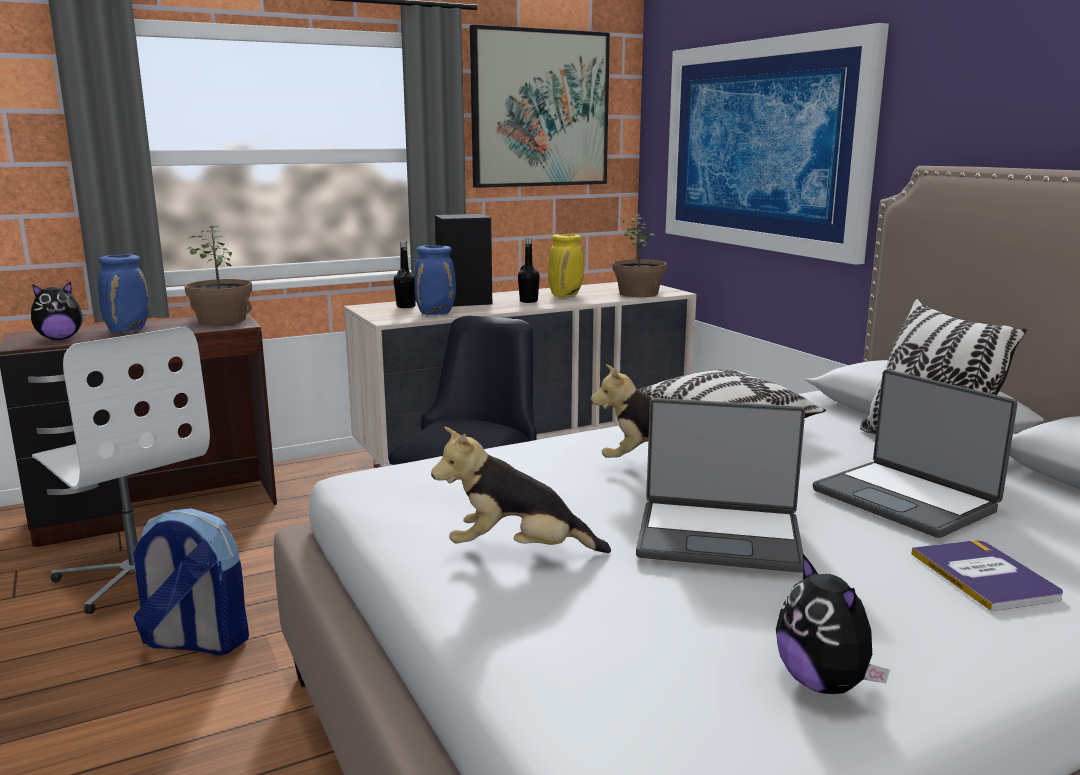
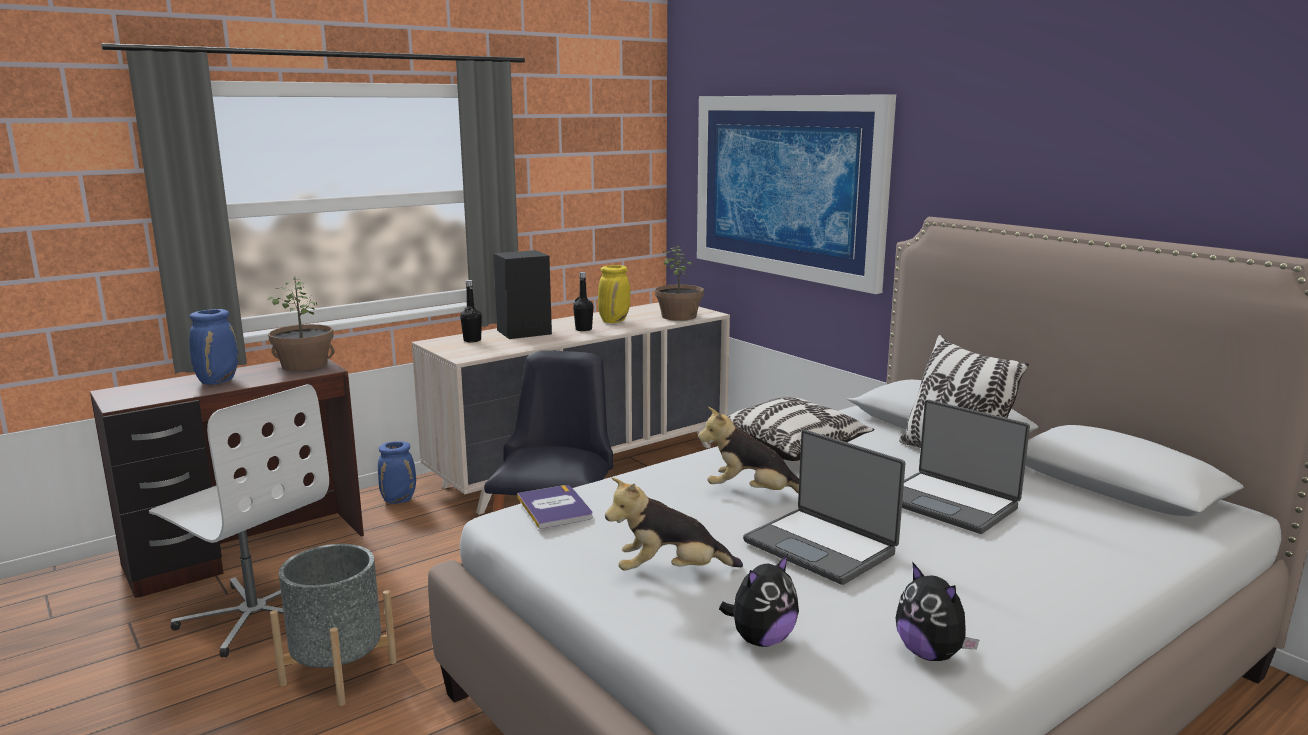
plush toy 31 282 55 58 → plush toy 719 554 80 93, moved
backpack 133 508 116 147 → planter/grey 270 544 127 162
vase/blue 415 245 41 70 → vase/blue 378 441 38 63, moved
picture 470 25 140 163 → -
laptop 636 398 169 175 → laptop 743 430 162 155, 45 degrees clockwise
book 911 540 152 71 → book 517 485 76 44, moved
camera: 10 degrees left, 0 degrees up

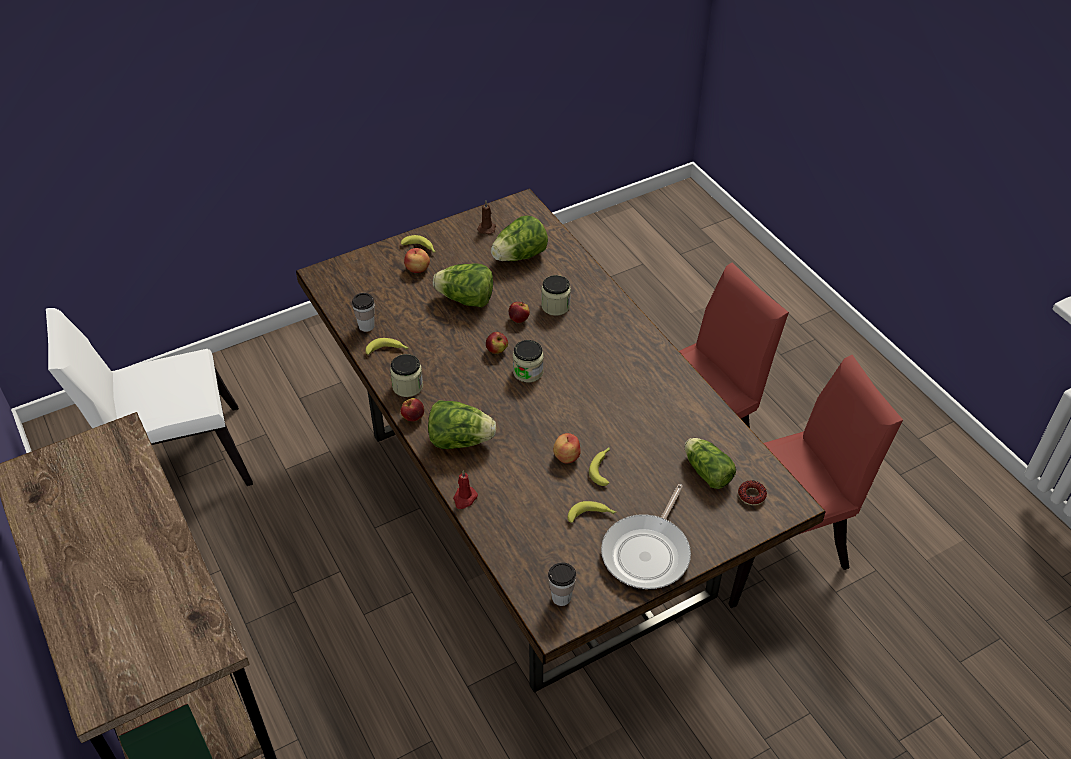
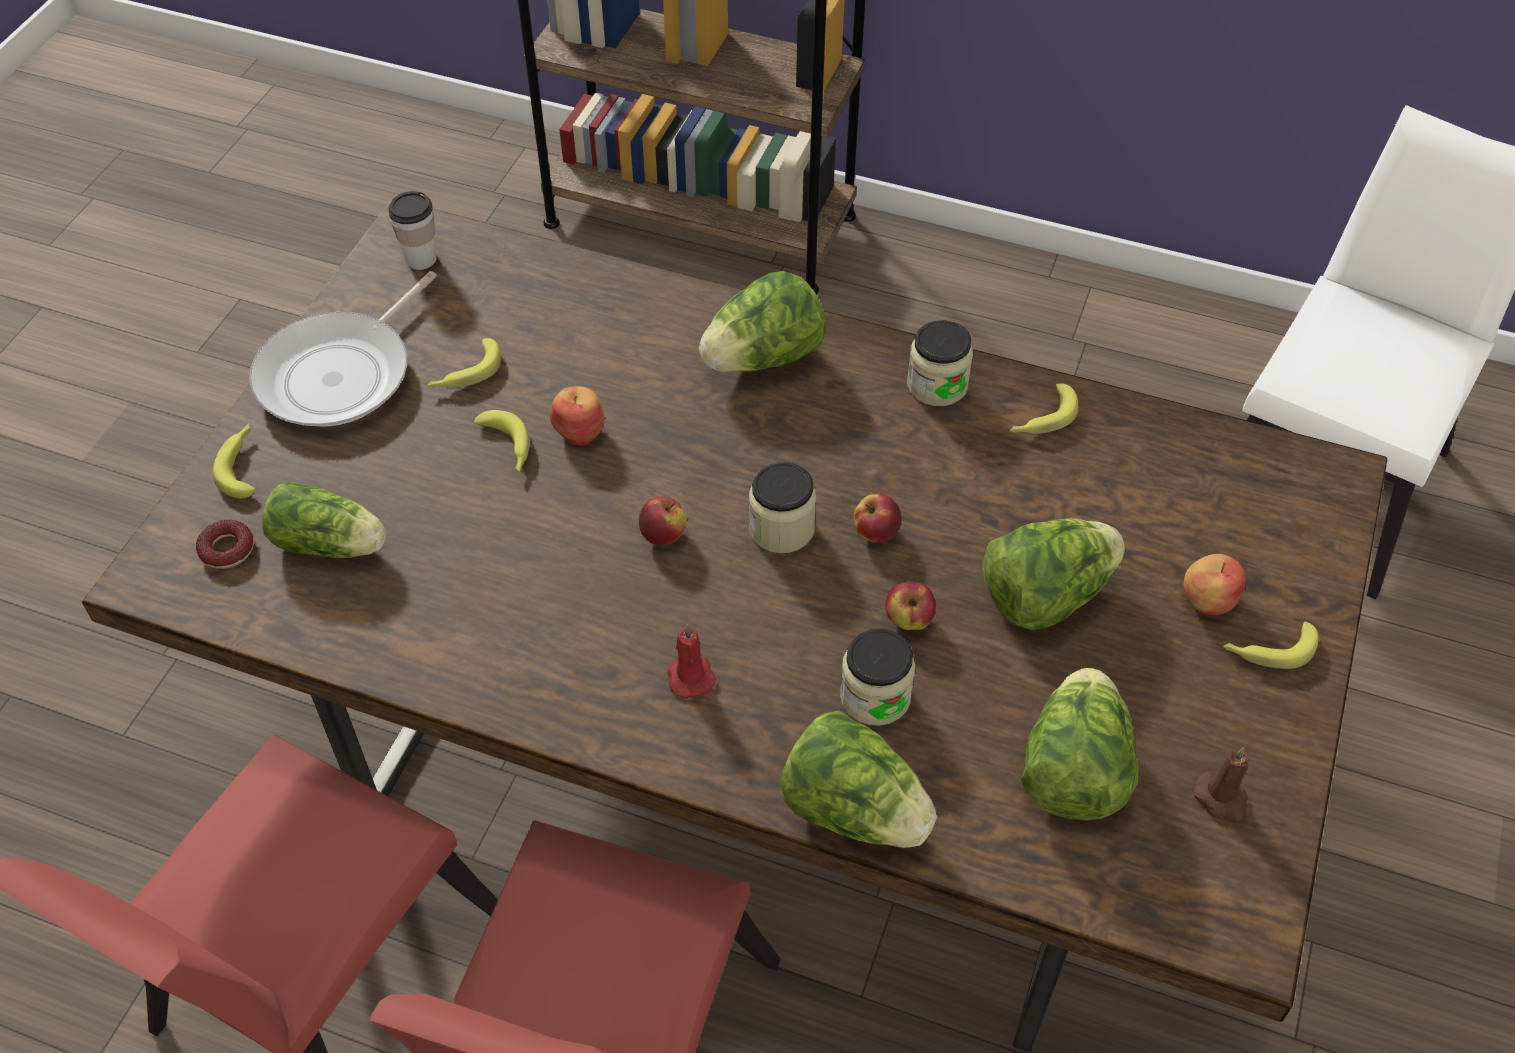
cup 352 293 23 39 → -
apple 400 398 24 23 → apple 639 497 48 48, moved
candle/red 453 470 25 39 → candle/red 667 624 49 74, moved
frying pan 601 484 90 105 → frying pan 250 271 187 156, 135 degrees counterclockwise
- → banana 213 424 42 74
- → lettuce 780 711 157 137
camera: 140 degrees right, 5 degrees up

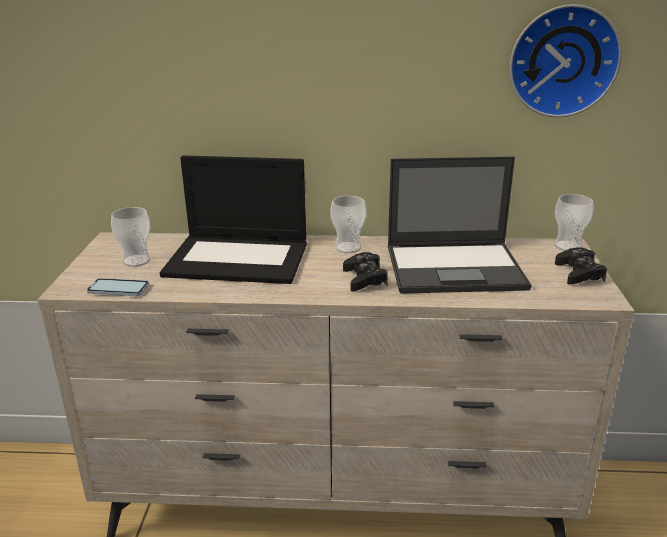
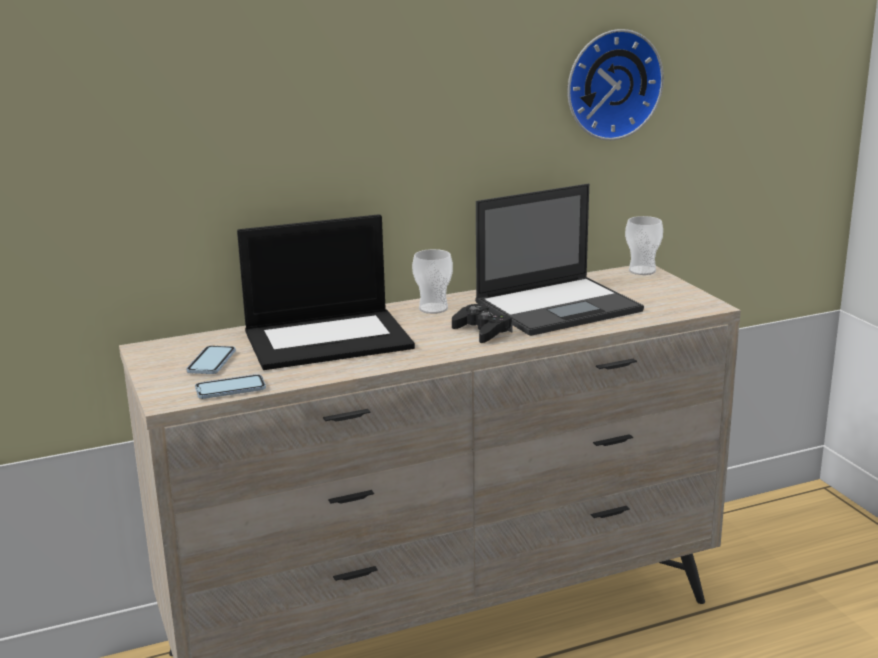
cup 111 207 40 60 → phone 186 346 50 28
game controller/black 555 247 52 37 → -
camera: 25 degrees left, 5 degrees down

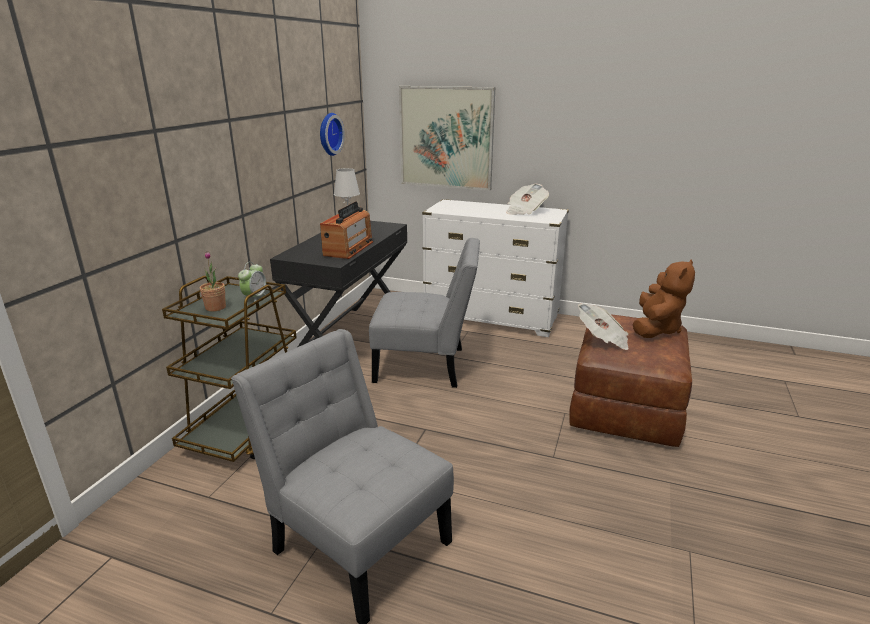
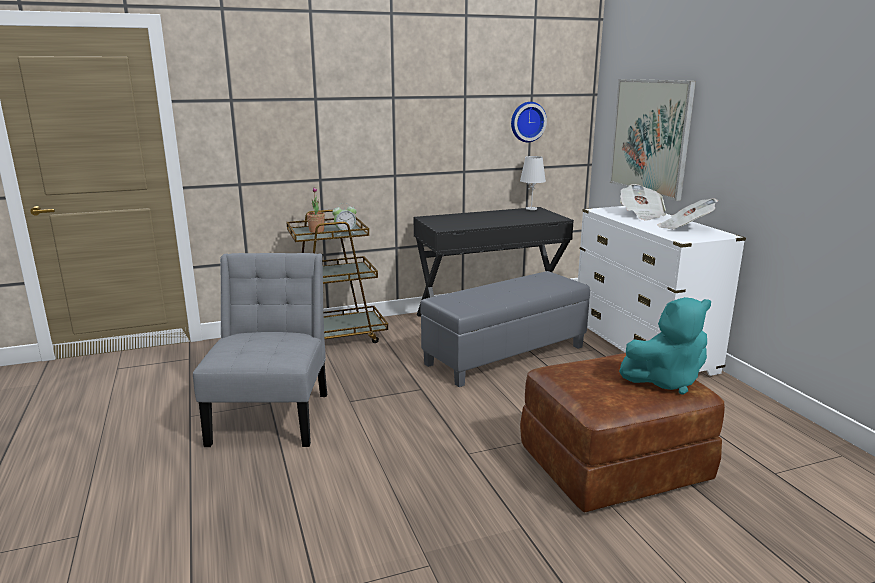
radio 320 201 53 58 → -
chair/grey 369 238 111 150 → ottoman/grey 420 271 170 116
newspaper 578 303 50 47 → newspaper 620 184 46 36, moved
plush toy/brown 633 259 62 79 → plush toy/turquoise 619 297 92 98
camera: 50 degrees right, 5 degrees down

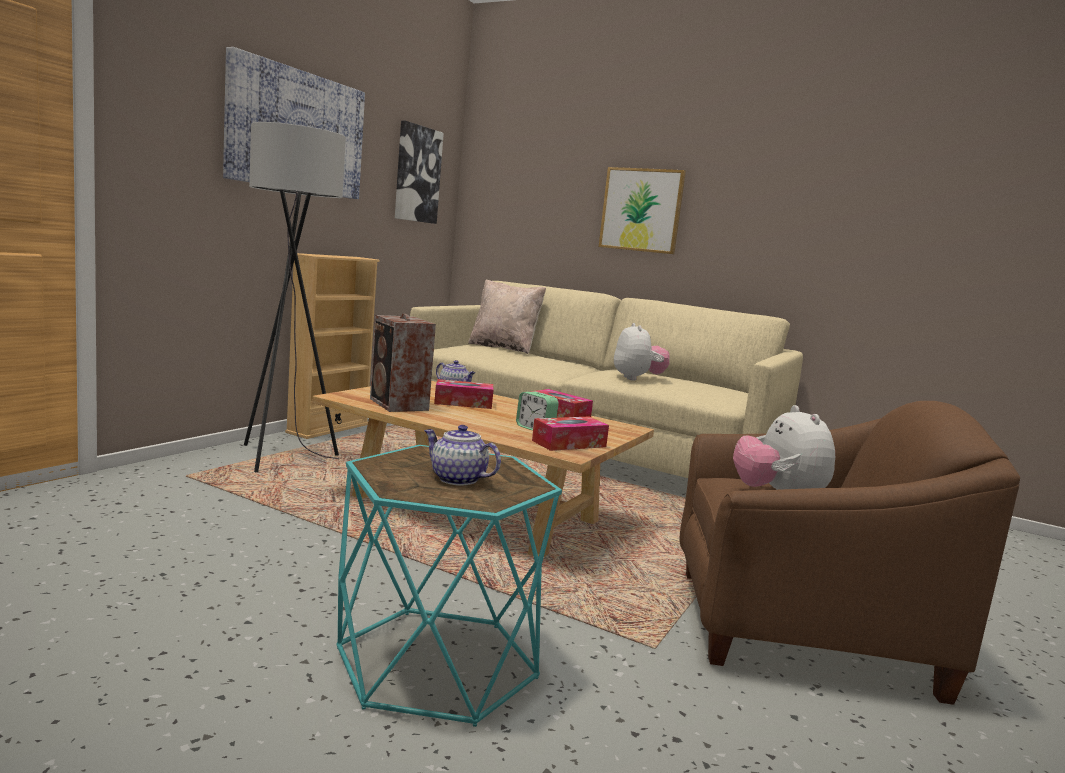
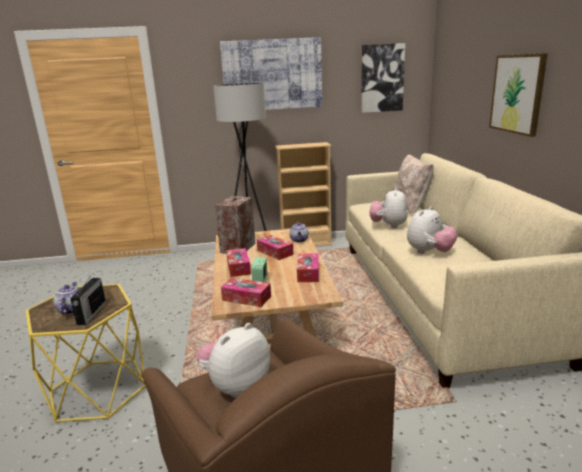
side table/turquoise 337 445 225 282 → side table/yellow 26 284 120 139
- → radio 70 274 36 51
- → tissue box 226 248 25 29
- → plush toy 370 187 38 42
camera: 55 degrees right, 10 degrees up

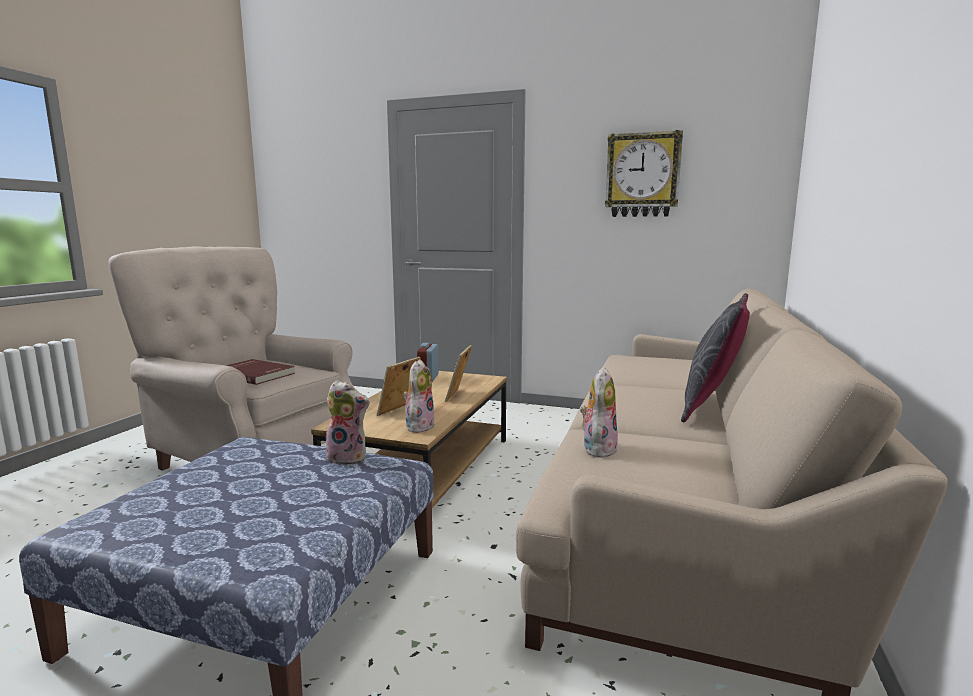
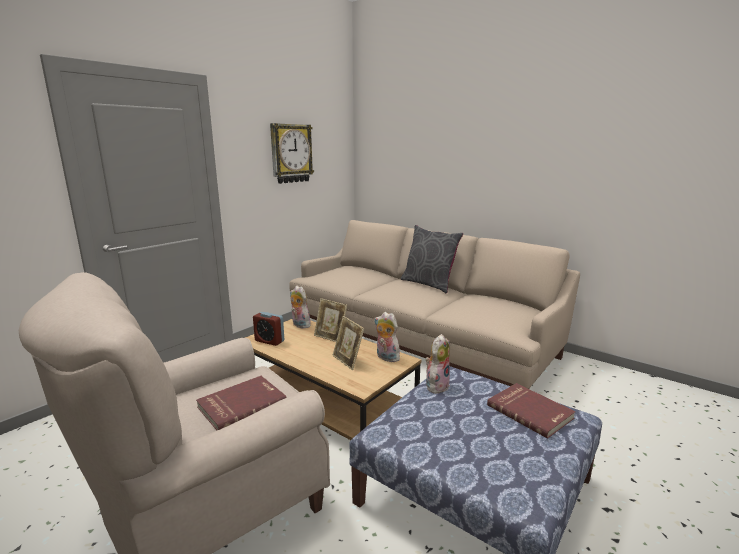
plush toy 580 367 38 91 → plush toy 290 286 21 42, moved
- → book/red 487 383 89 56
camera: 70 degrees left, 5 degrees up

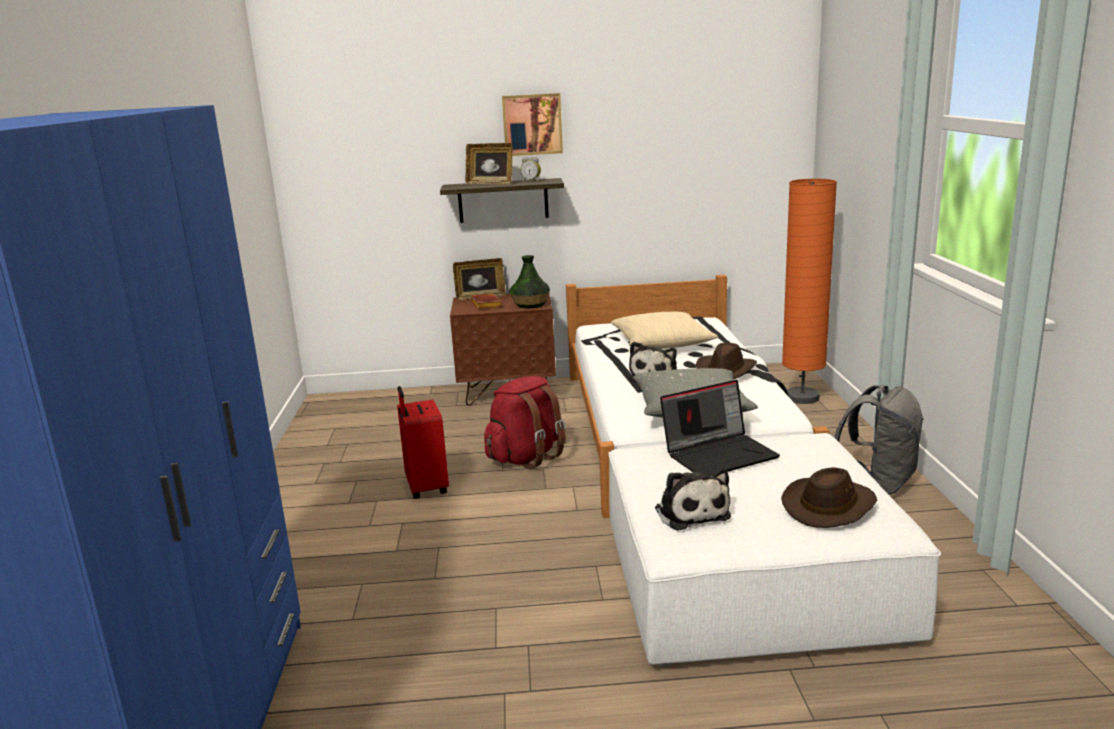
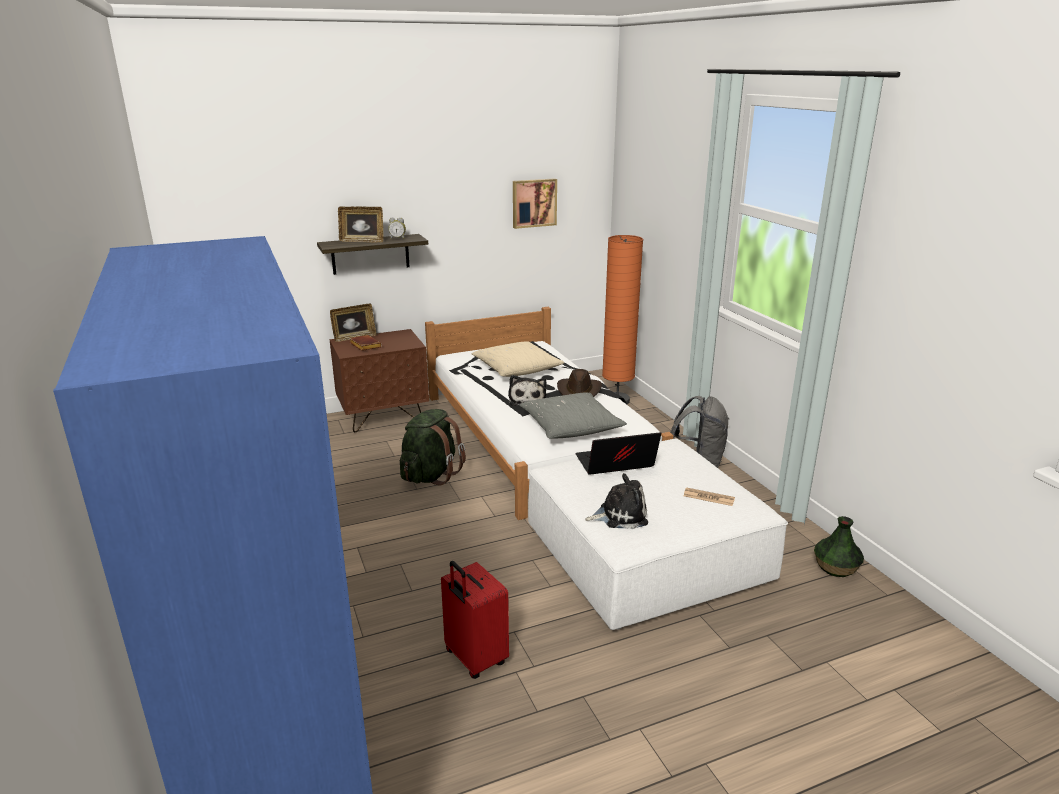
suitcase/red 397 386 52 113 → suitcase/red 441 561 68 118, moved
backpack/red 484 376 82 93 → backpack/green 400 409 66 76
picture 502 93 61 63 → picture 513 178 44 51, moved
vase 509 255 41 54 → vase 814 516 50 61, moved
plush toy 655 468 76 63 → plush toy 585 473 63 56, 60 degrees counterclockwise
laptop 660 380 120 95 → laptop 575 432 86 43, 150 degrees counterclockwise
hat/brown 781 467 96 61 → newspaper 684 487 51 19
camera: 20 degrees left, 5 degrees up

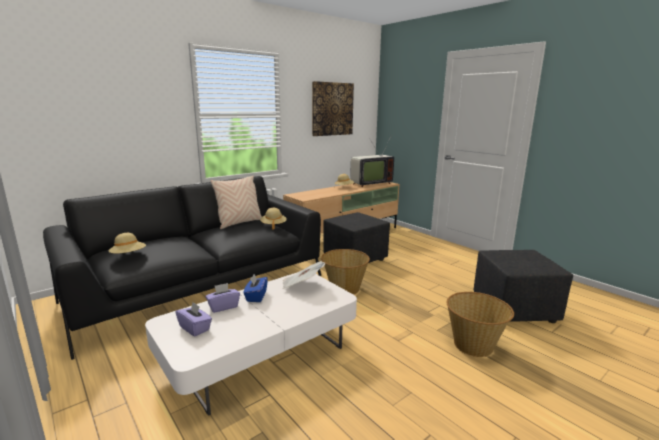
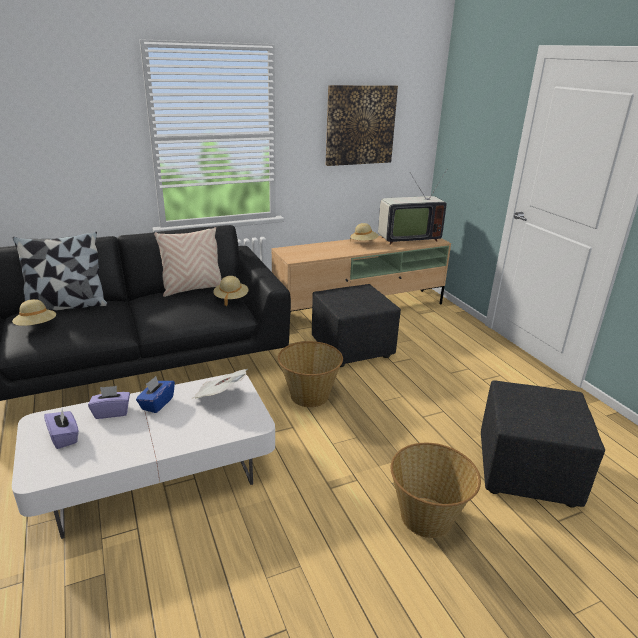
- → pillow 13 232 95 79
camera: 15 degrees right, 10 degrees up

